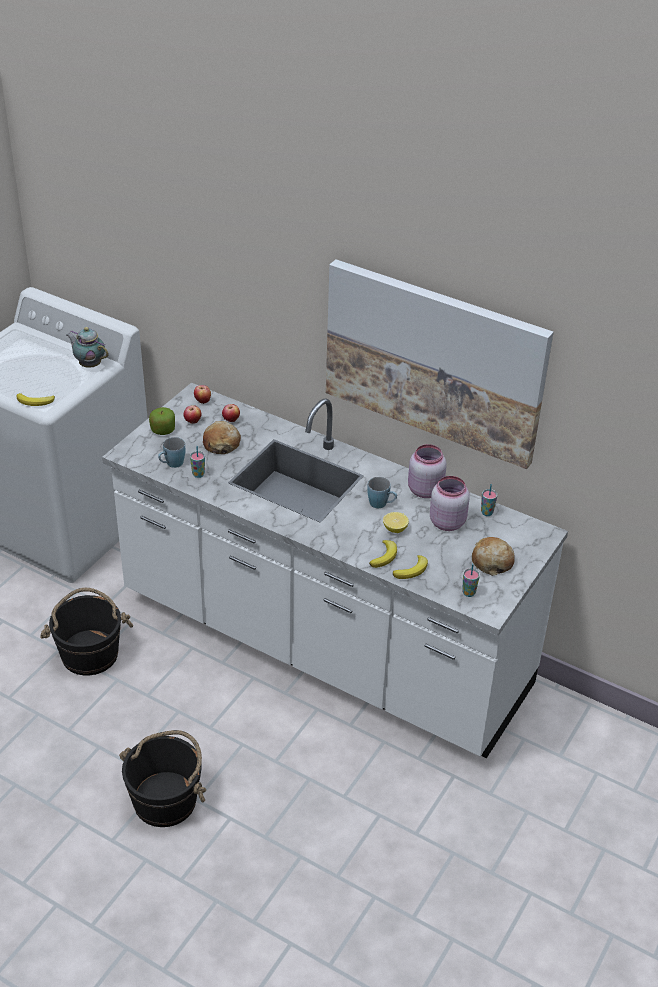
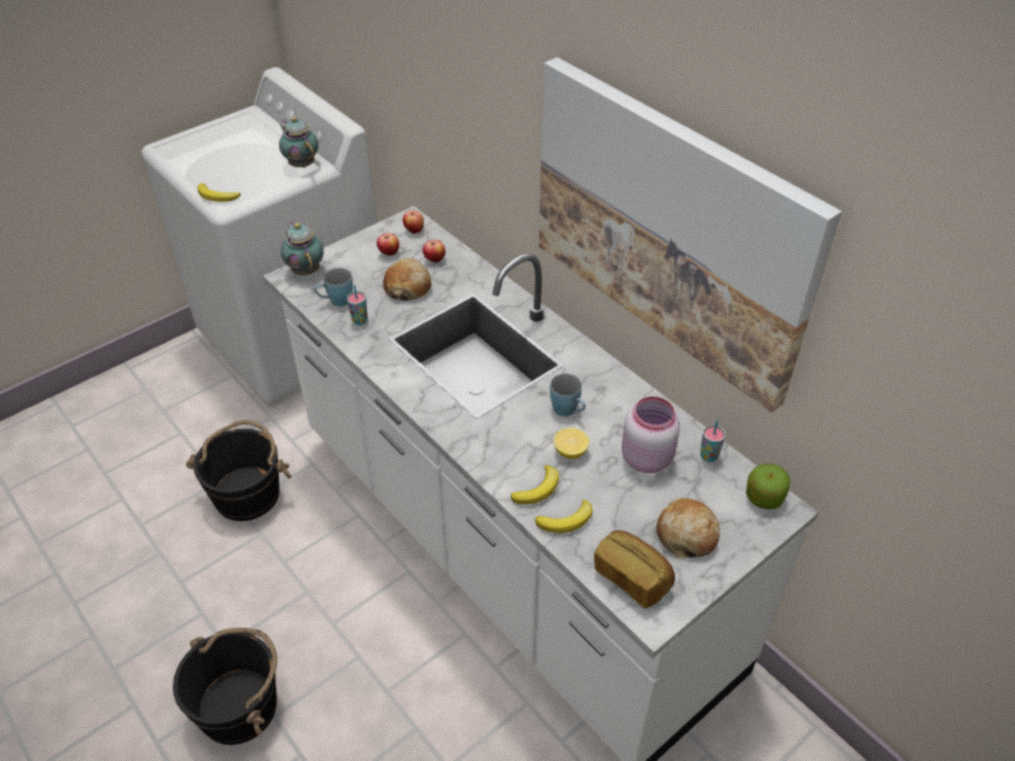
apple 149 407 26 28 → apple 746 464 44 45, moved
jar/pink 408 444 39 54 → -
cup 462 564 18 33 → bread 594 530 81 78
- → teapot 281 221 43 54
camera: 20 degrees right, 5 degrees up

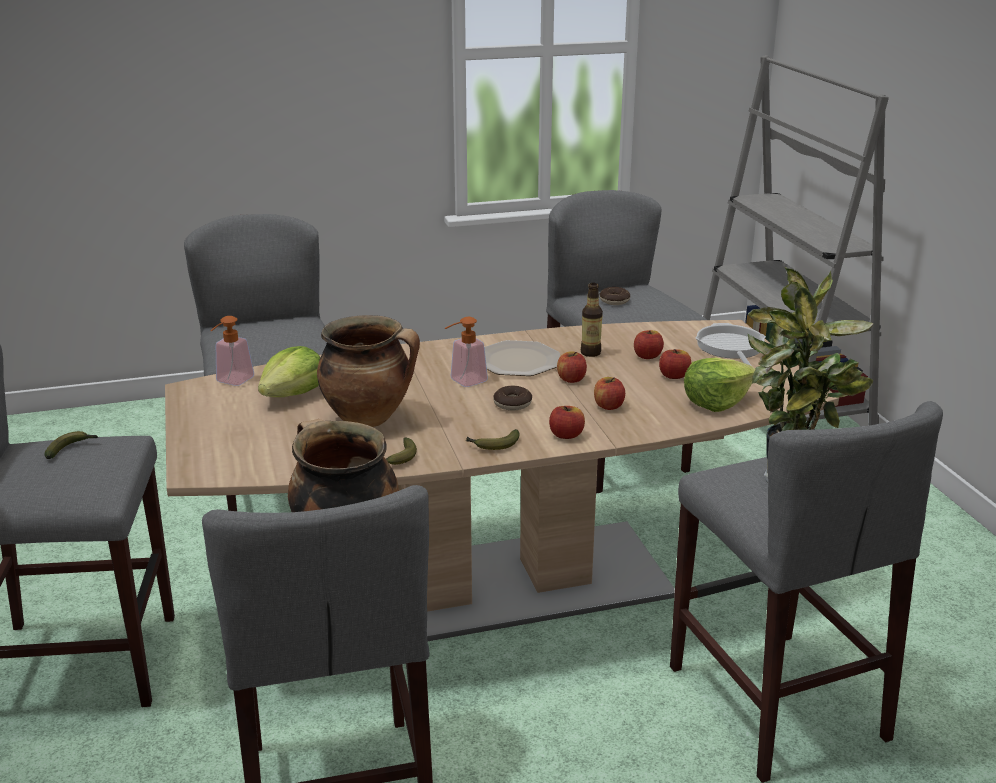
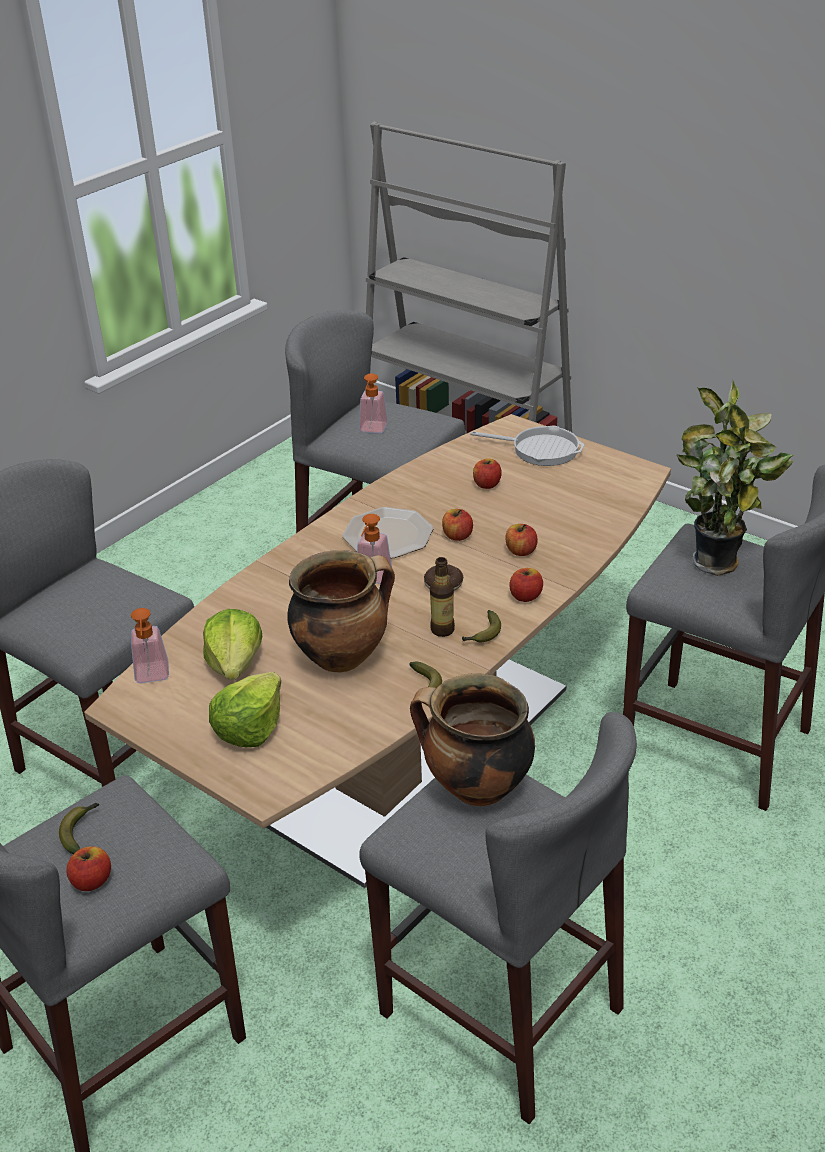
bottle 581 283 22 74 → bottle 430 557 25 80, moved
donut 600 287 30 18 → soap dispenser 359 373 29 60
apple 659 349 32 30 → apple 66 846 45 45, moved
lettuce 684 358 71 54 → lettuce 209 672 72 75, moved
frying pan 696 323 70 43 → frying pan 470 426 115 40, 150 degrees clockwise
camera: 35 degrees left, 10 degrees up

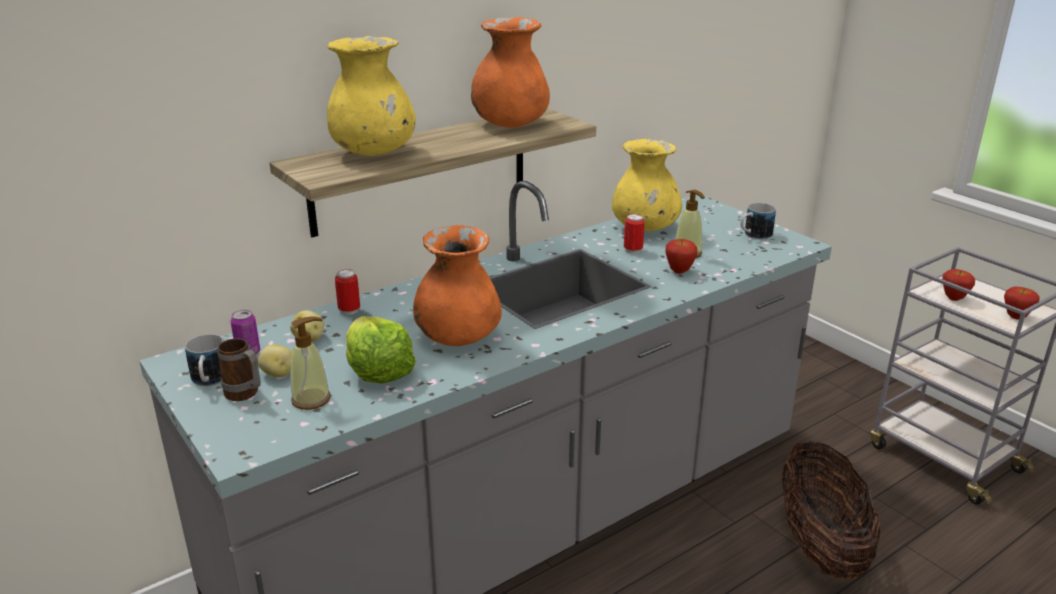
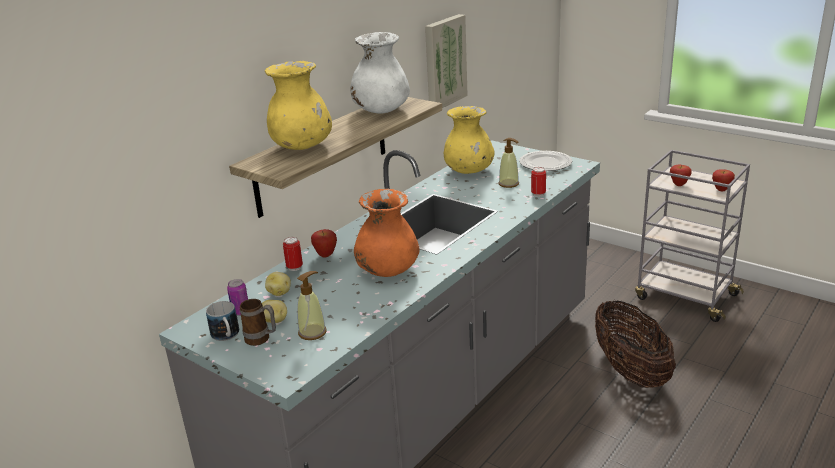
lettuce 346 316 70 67 → -
vase/orange 471 17 79 111 → vase/white 350 32 60 82
can 624 214 21 40 → can 531 167 15 30, moved
apple 666 239 31 35 → apple 311 229 26 29, moved
mug 741 203 35 36 → plate 519 151 53 20
- → picture 425 14 43 94
camera: 15 degrees left, 0 degrees up

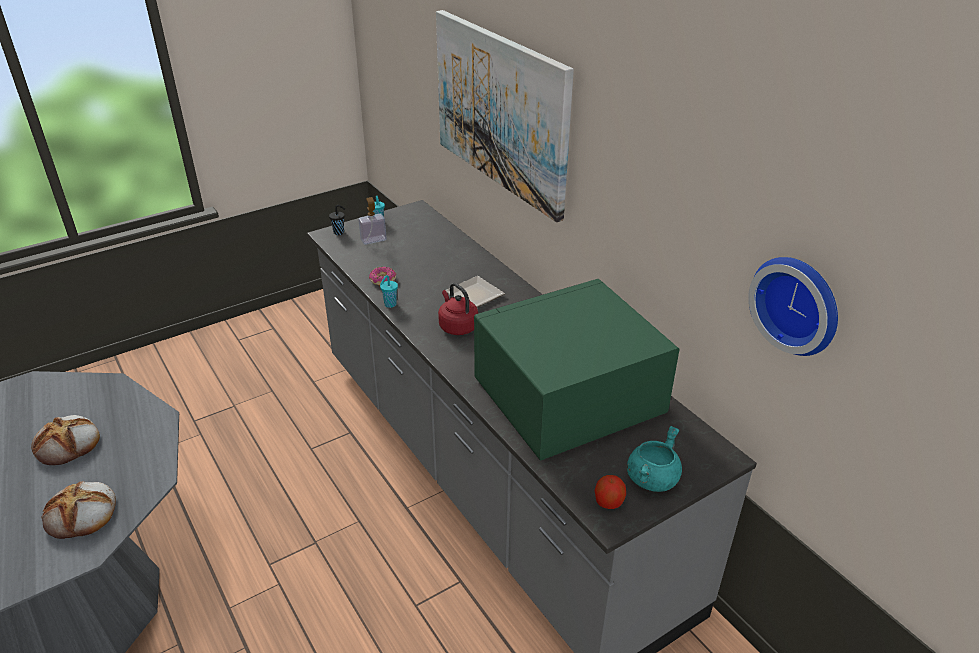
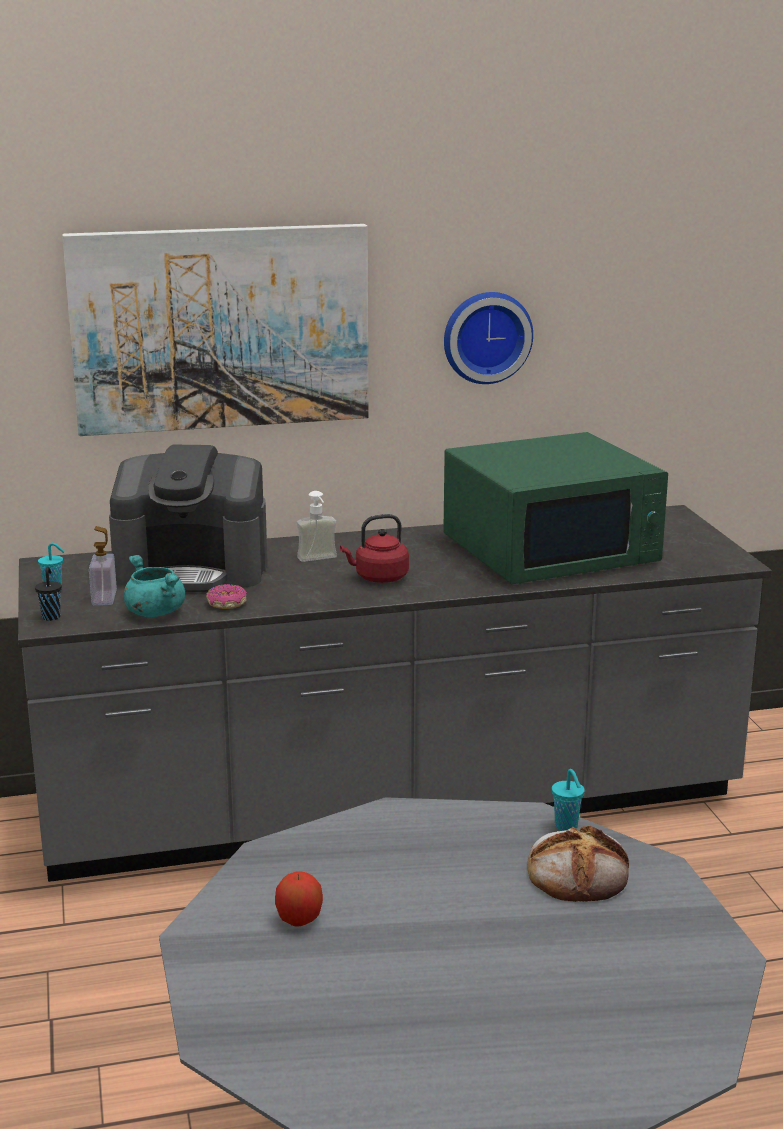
bread 31 415 69 50 → -
cup/turquoise 380 275 18 33 → cup/turquoise 552 769 33 62, moved
plate 446 276 59 31 → soap dispenser 296 491 41 71
microwave/green 474 279 205 181 → microwave/green 443 432 225 152, 105 degrees counterclockwise
apple 595 475 31 34 → apple 275 871 48 56, moved
cooking pot/turquoise 627 426 55 66 → cooking pot/turquoise 124 555 61 62, moved
wall clock 748 257 90 99 → wall clock 444 292 89 92, moved
- → coffee machine 109 445 159 147
camera: 70 degrees left, 15 degrees down

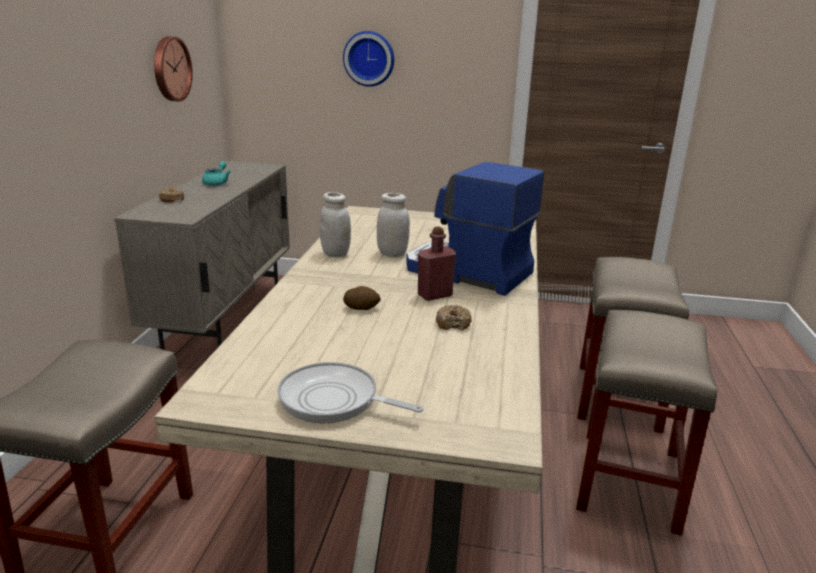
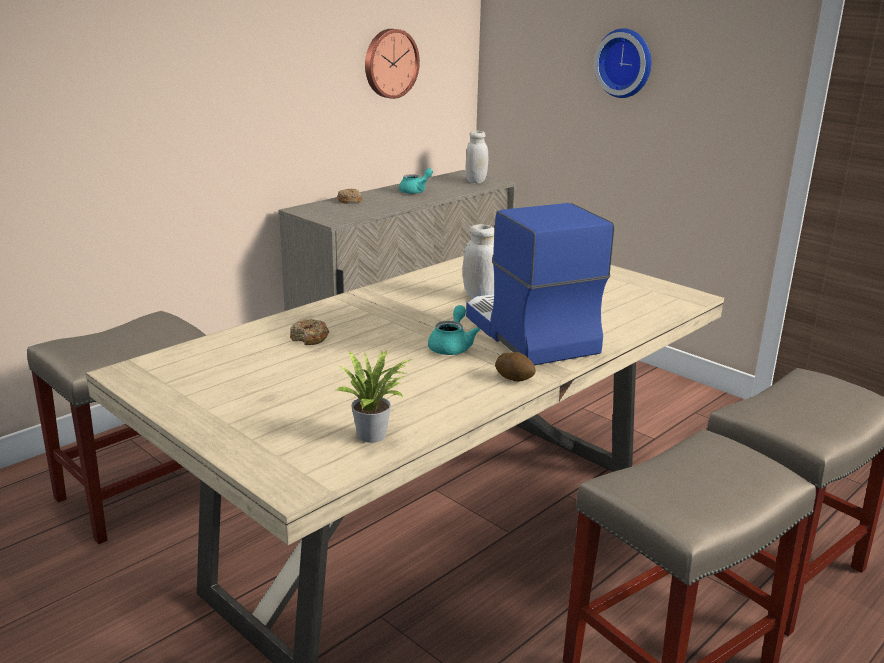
frying pan 277 362 146 61 → -
jar/white 320 192 31 65 → jar/white 466 131 22 52, moved
potato 343 286 38 24 → potato 495 352 41 30, moved
bottle/red 418 227 38 74 → teapot/turquoise 428 305 52 50
donut 436 305 36 25 → donut 290 319 39 26, moved
- → potted plant 336 351 76 92
camera: 35 degrees right, 0 degrees up

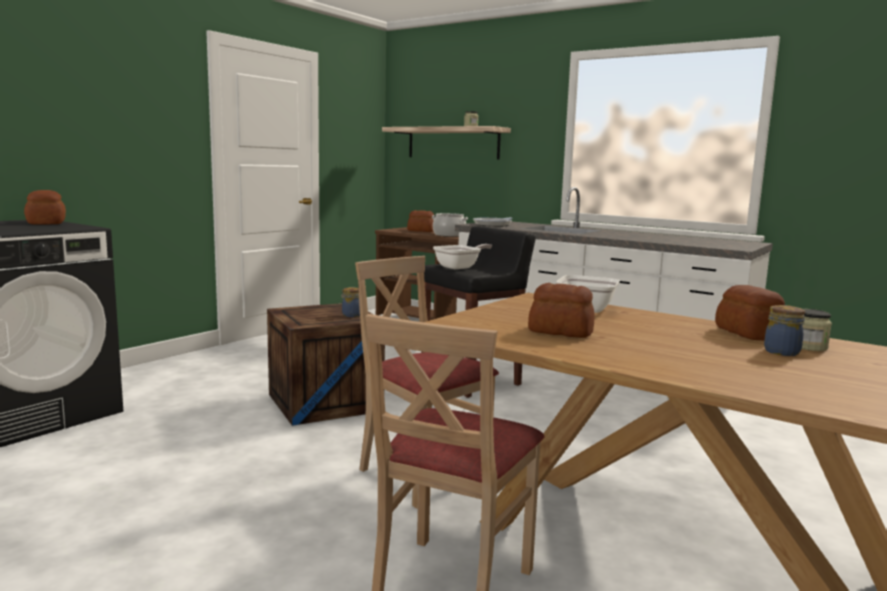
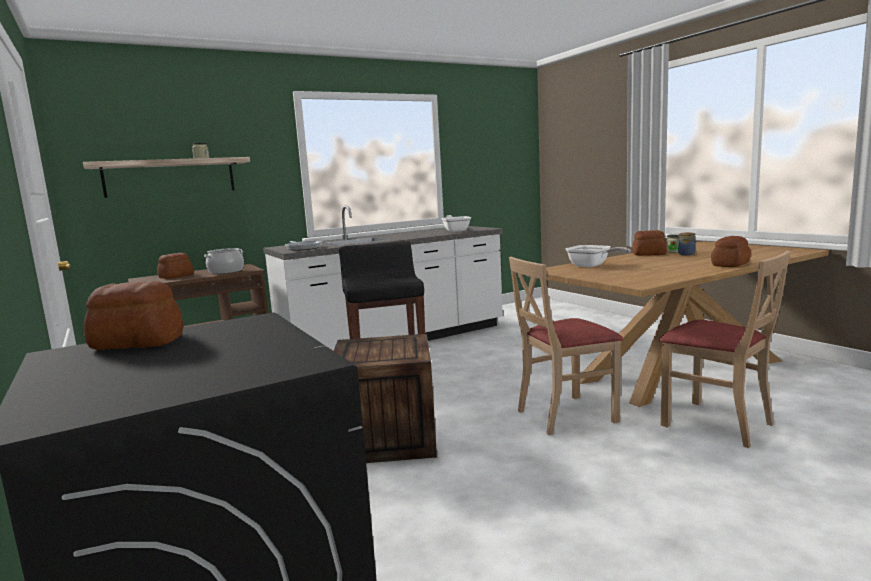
jar 341 287 19 30 → -
frying pan 433 244 59 25 → frying pan 441 215 30 17, moved
bread 528 283 66 55 → bread 711 236 40 31, moved
camera: 65 degrees left, 0 degrees up

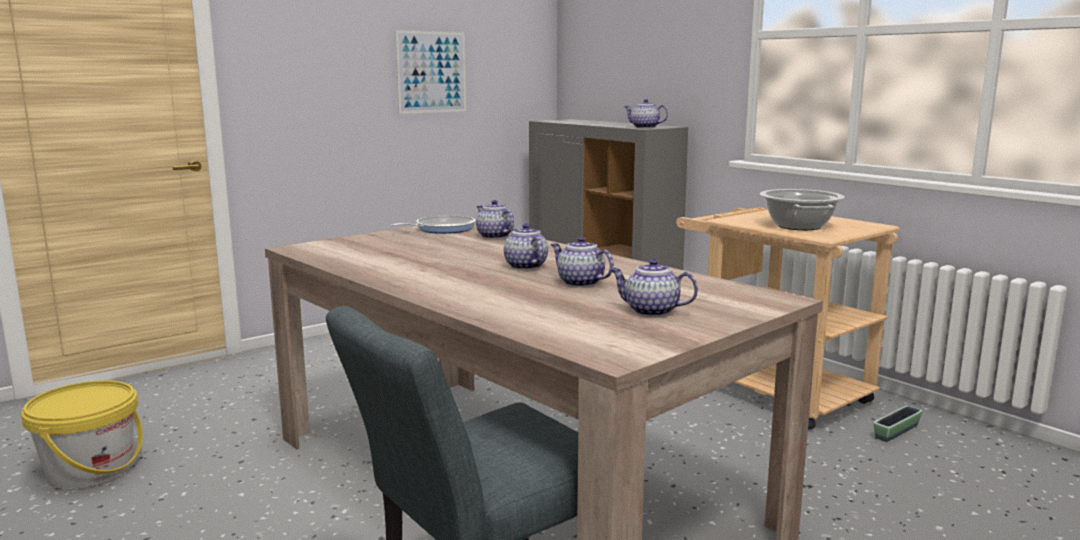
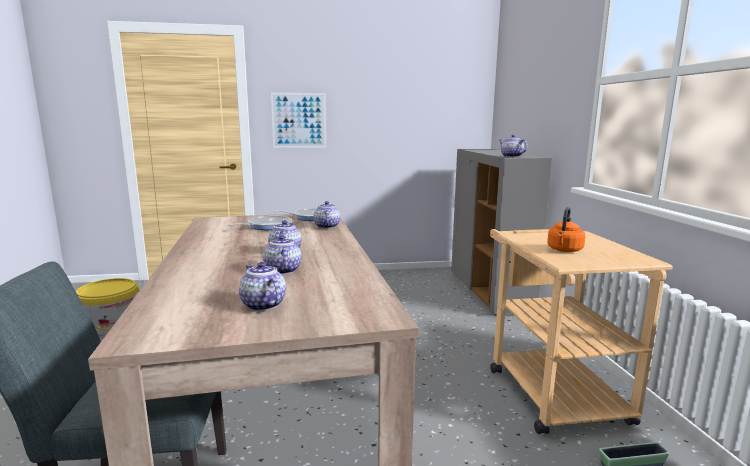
picture 395 30 71 84 → picture 271 93 55 55, moved
cooking pot 760 189 85 41 → kettle/orange 547 207 38 45
- → frying pan 228 216 64 14
camera: 30 degrees right, 0 degrees up

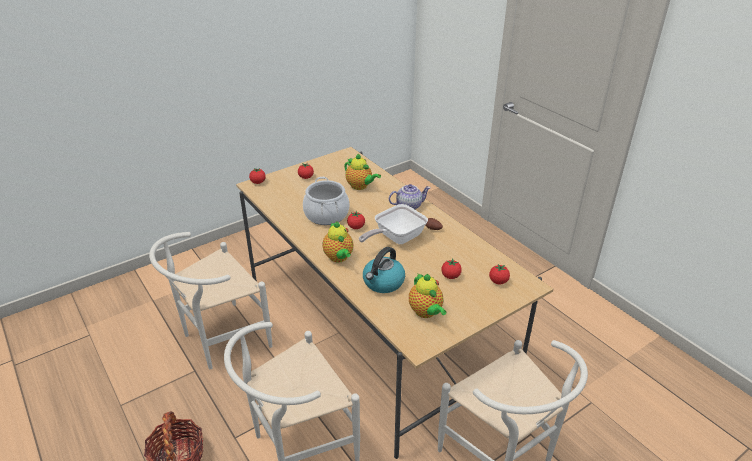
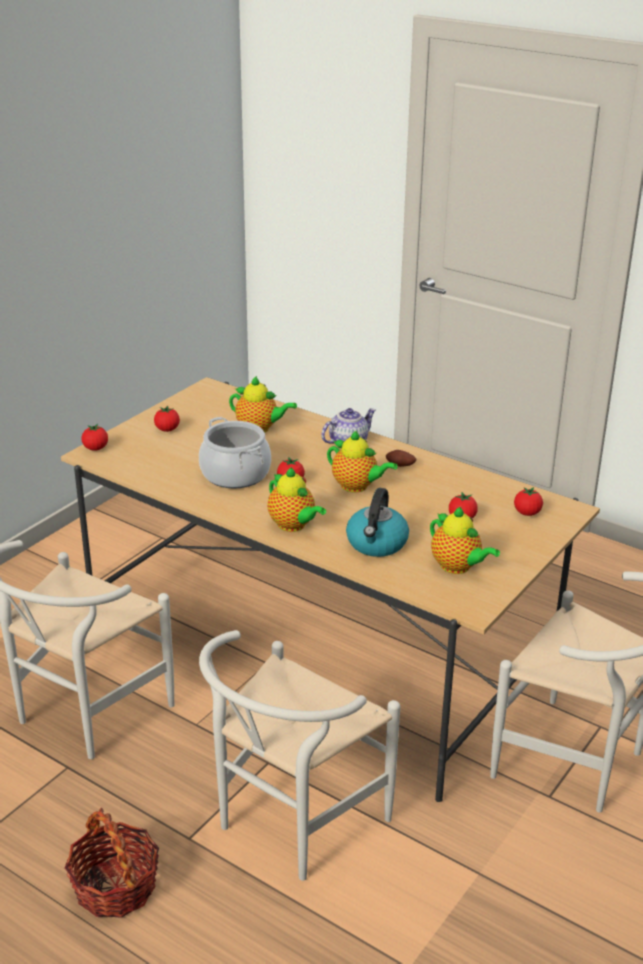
frying pan 359 204 69 40 → teapot 327 431 71 61
camera: 20 degrees left, 5 degrees down

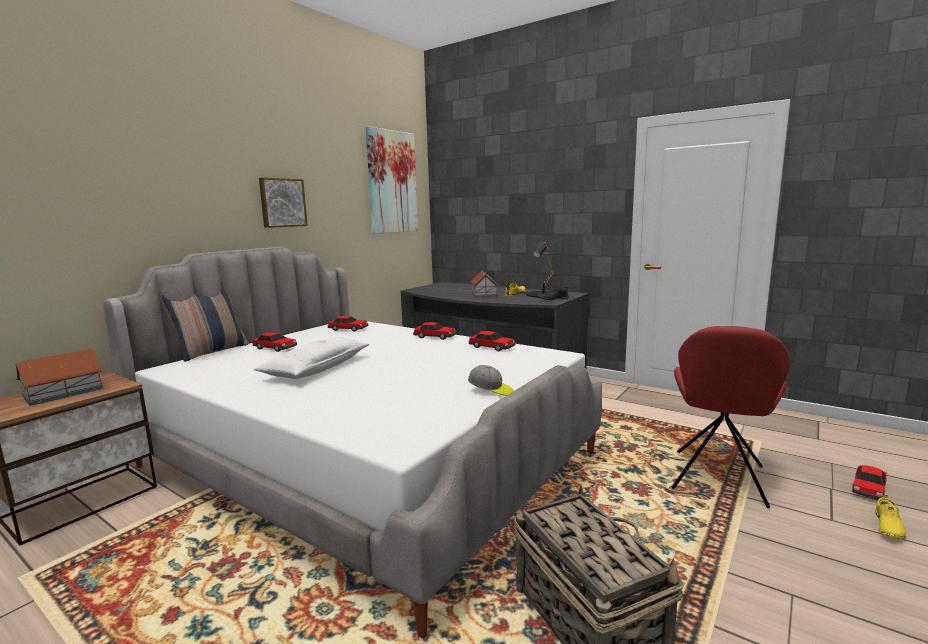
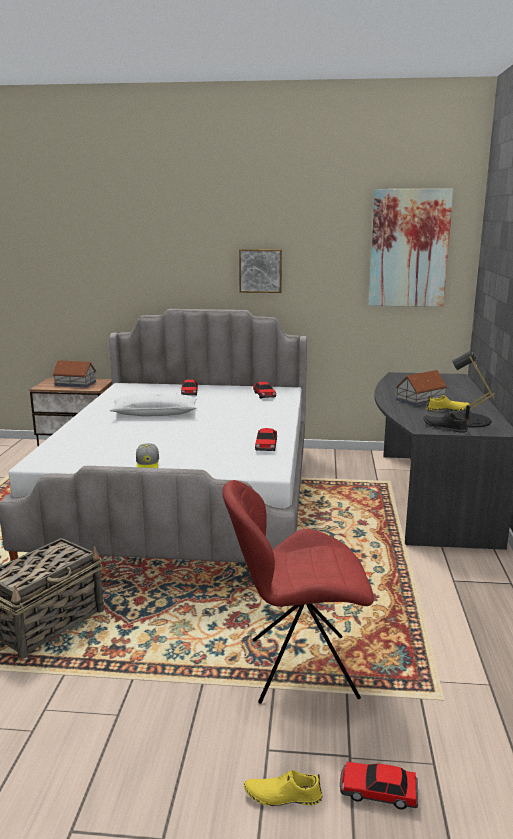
pillow 162 289 86 73 → -
toy car 413 322 44 18 → -
camera: 60 degrees right, 5 degrees up

